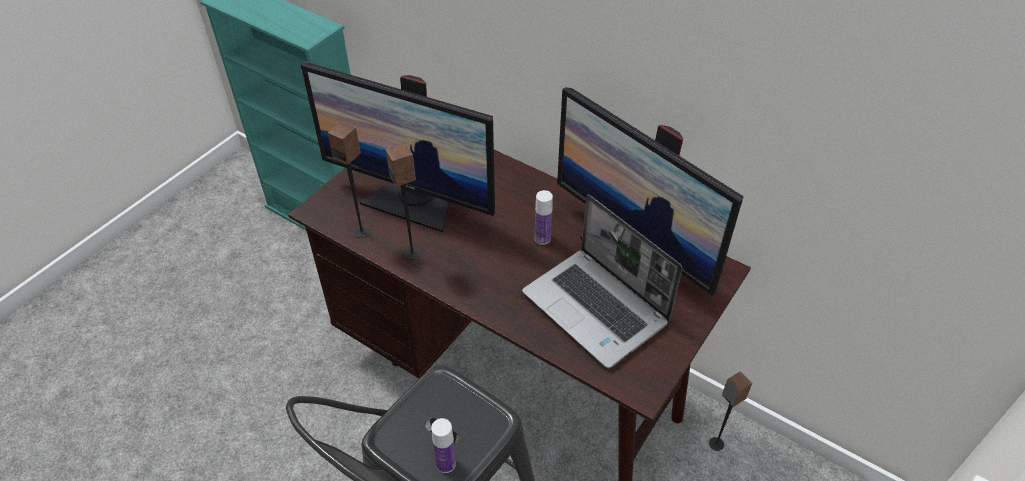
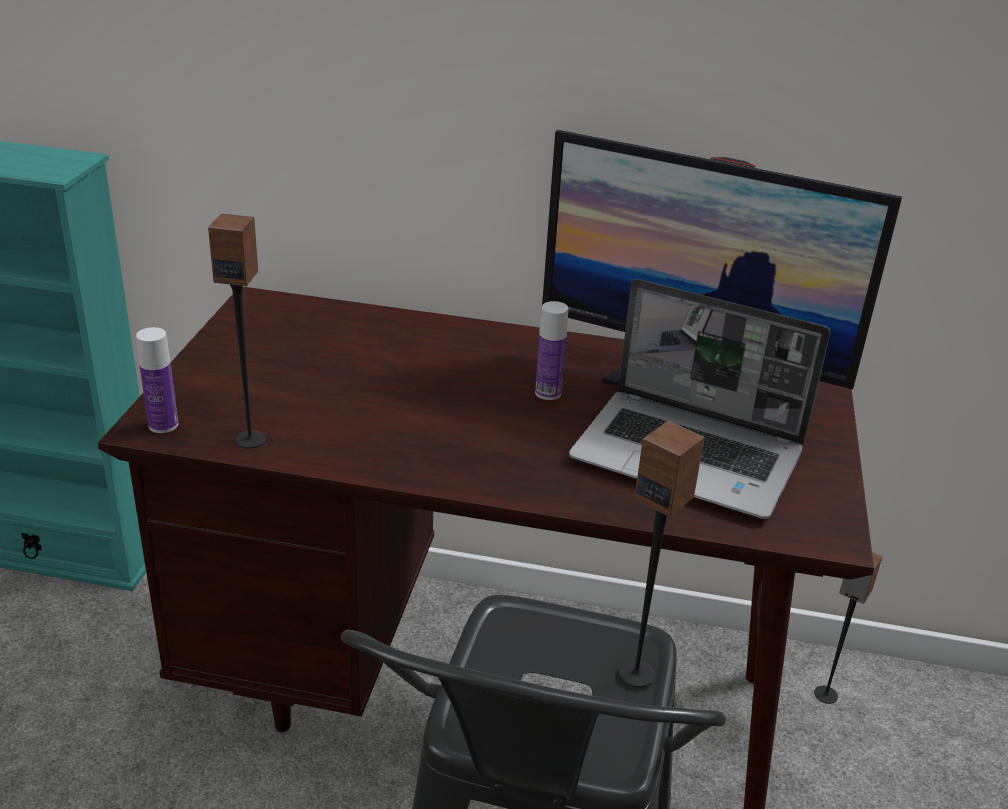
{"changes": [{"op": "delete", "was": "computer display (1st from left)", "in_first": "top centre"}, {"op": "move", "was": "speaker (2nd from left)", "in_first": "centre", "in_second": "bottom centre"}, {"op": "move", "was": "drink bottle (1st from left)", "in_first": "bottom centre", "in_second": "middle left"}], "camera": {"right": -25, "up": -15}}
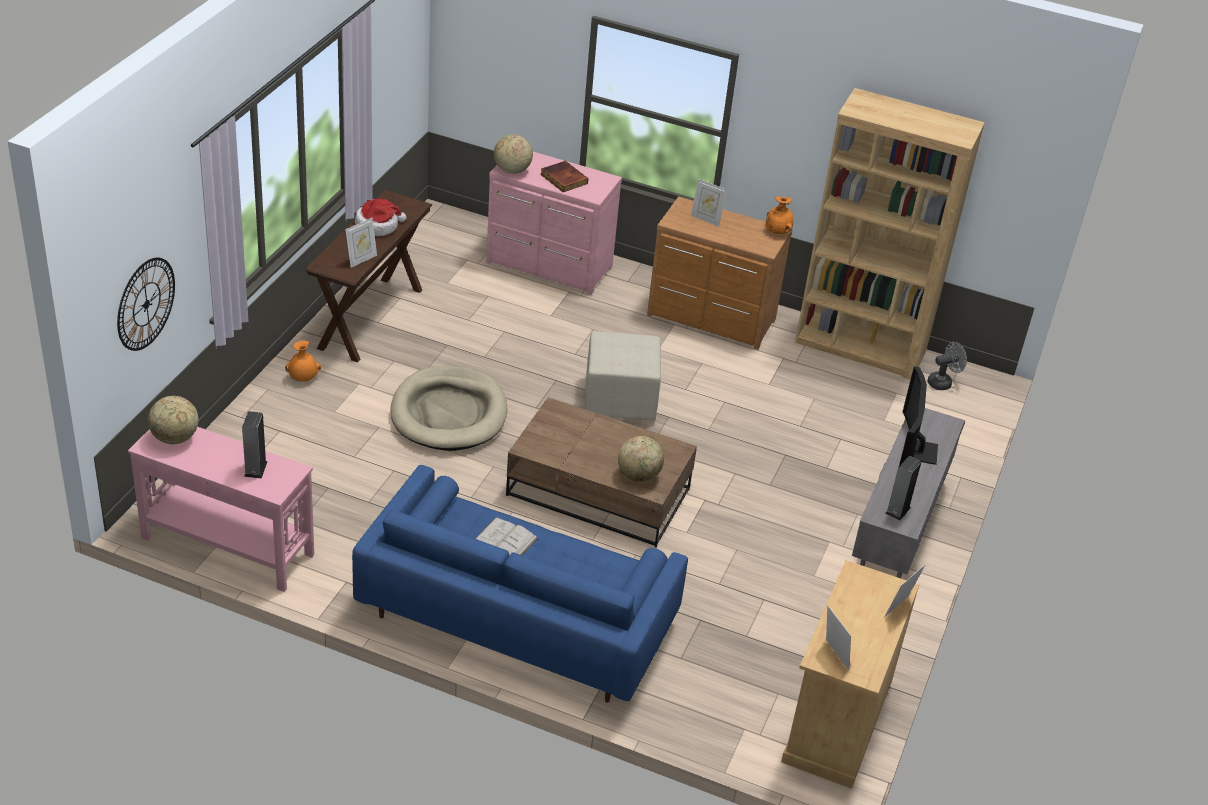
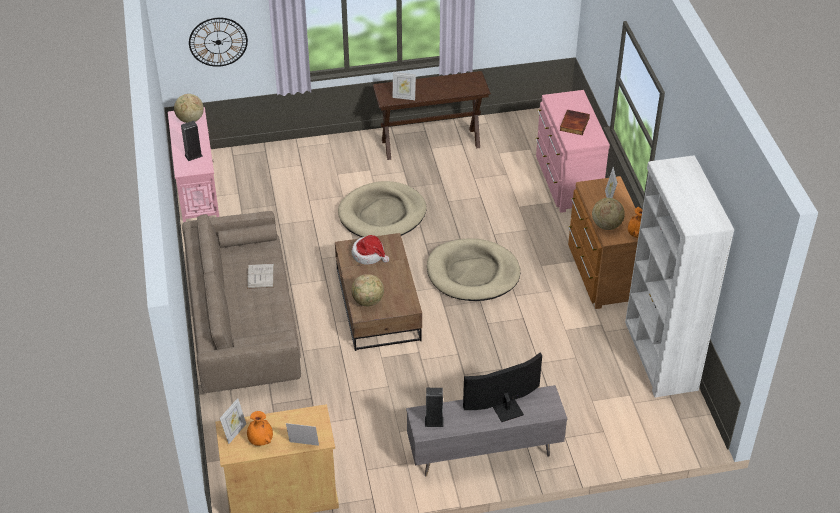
{"changes": [{"op": "recolor", "was": "bookcase/brown-coloured", "now": "bookcase/whitish", "in_first": "top right", "in_second": "middle right"}, {"op": "move", "was": "globe (2nd from left in the first image)", "now": "globe (3rd from left)", "in_first": "top centre", "in_second": "middle right"}, {"op": "move", "was": "hat", "in_first": "top left", "in_second": "centre"}, {"op": "replace", "was": "ottoman/beige-coloured", "now": "dog bed/beige-coloured (2nd from left)", "in_first": "centre", "in_second": "centre"}, {"op": "move", "was": "decorative vase/orange-coloured (1st from left)", "in_first": "middle left", "in_second": "bottom left"}, {"op": "delete", "was": "fan/gray", "in_first": "middle right"}, {"op": "recolor", "was": "couch/blue", "now": "couch/beige-coloured", "in_first": "bottom centre", "in_second": "middle left"}], "camera": {"right": 60, "up": 5}}
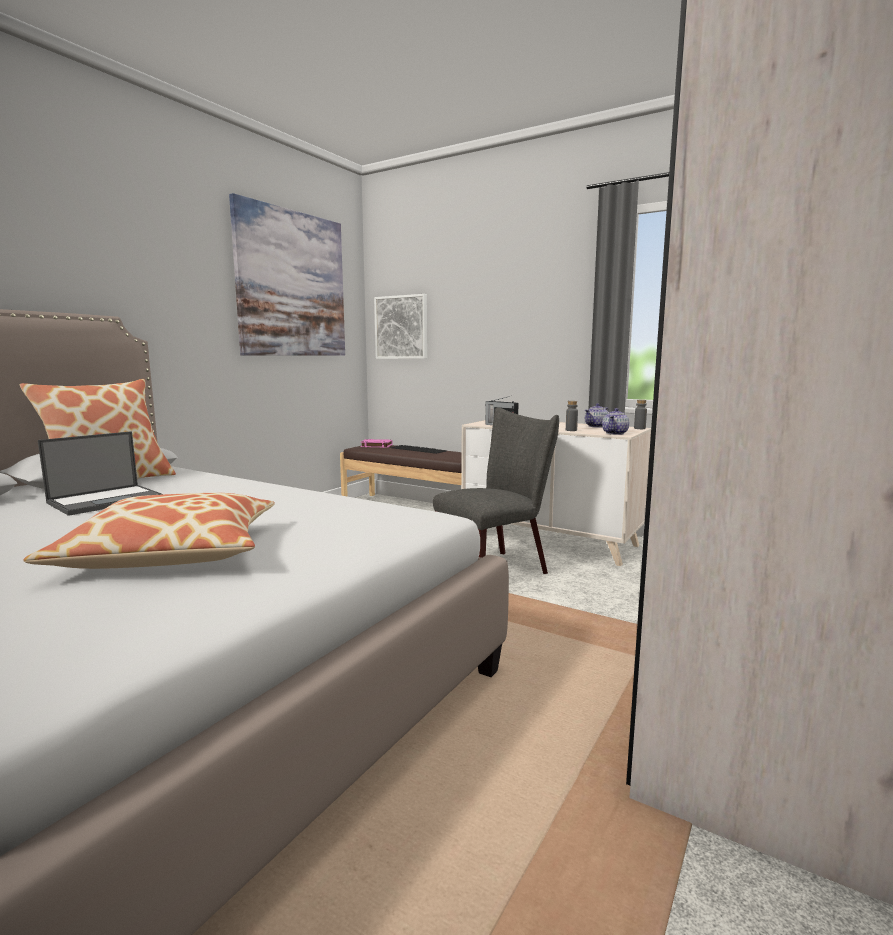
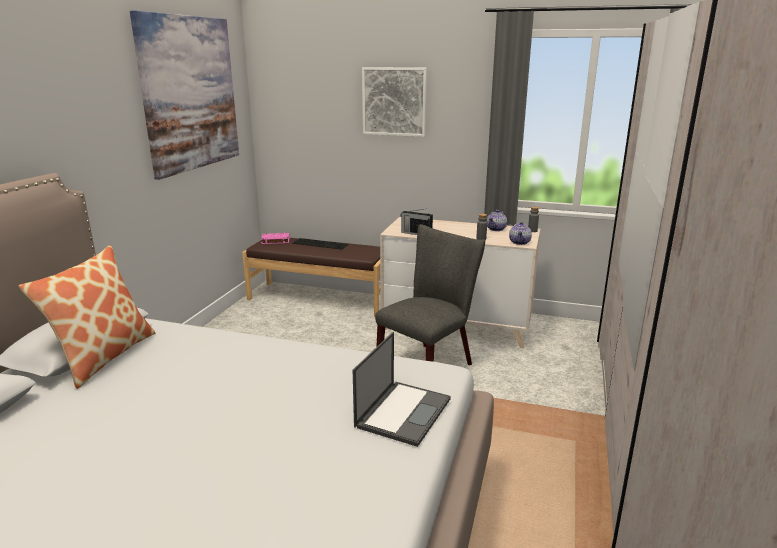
{"changes": [{"op": "move", "was": "picture (2nd from left)", "in_first": "centre", "in_second": "top centre"}, {"op": "move", "was": "laptop", "in_first": "middle left", "in_second": "bottom centre"}, {"op": "delete", "was": "pillow (2nd from left)", "in_first": "middle left"}], "camera": {"right": -15, "up": 10}}
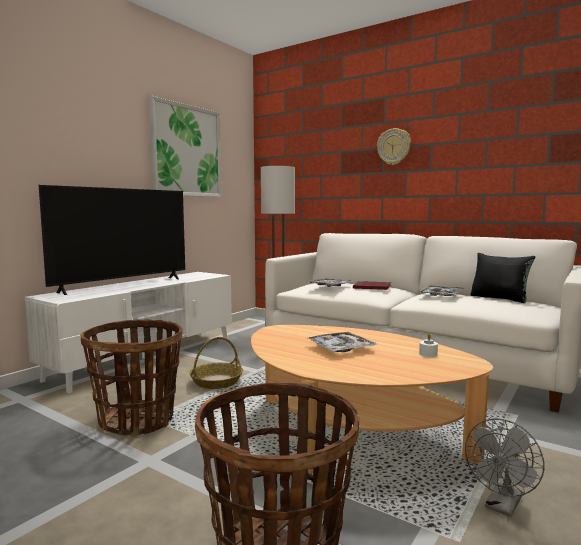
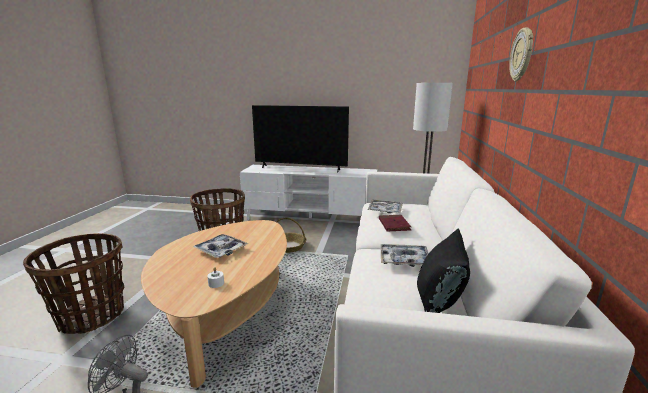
{"changes": [{"op": "delete", "was": "picture", "in_first": "top left"}], "camera": {"right": 65, "up": 10}}
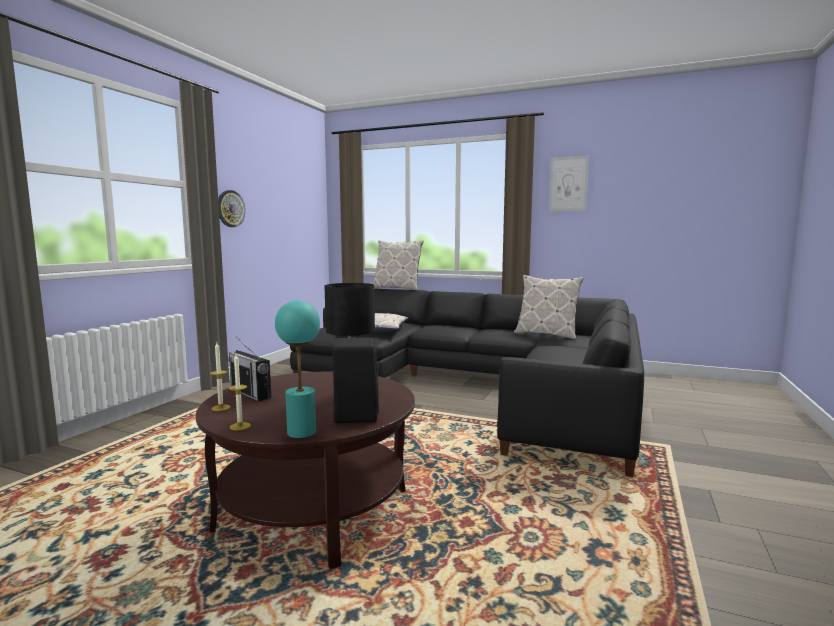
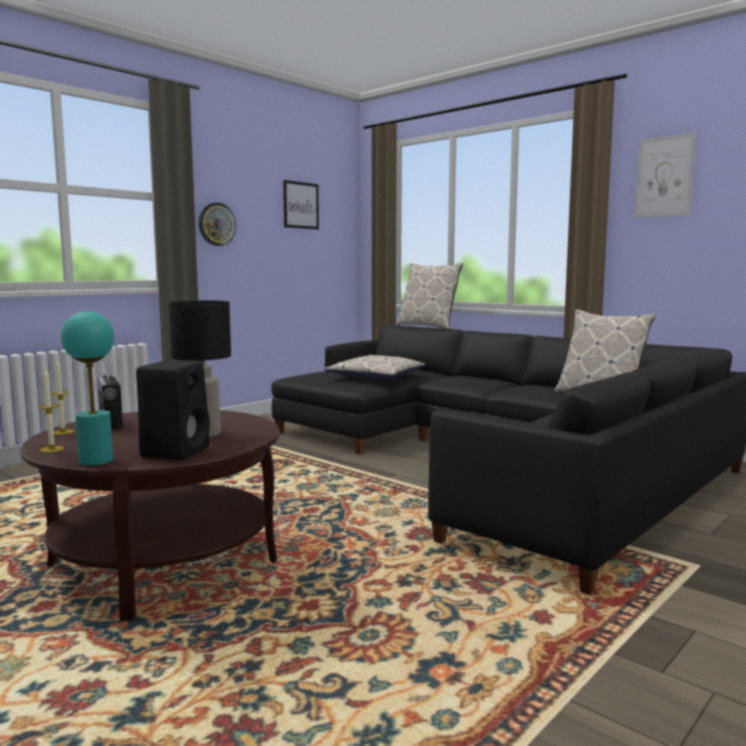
{"changes": [{"op": "insert", "now": "picture (1st from left)", "in_second": "top centre"}], "camera": {"right": 20, "up": 0}}
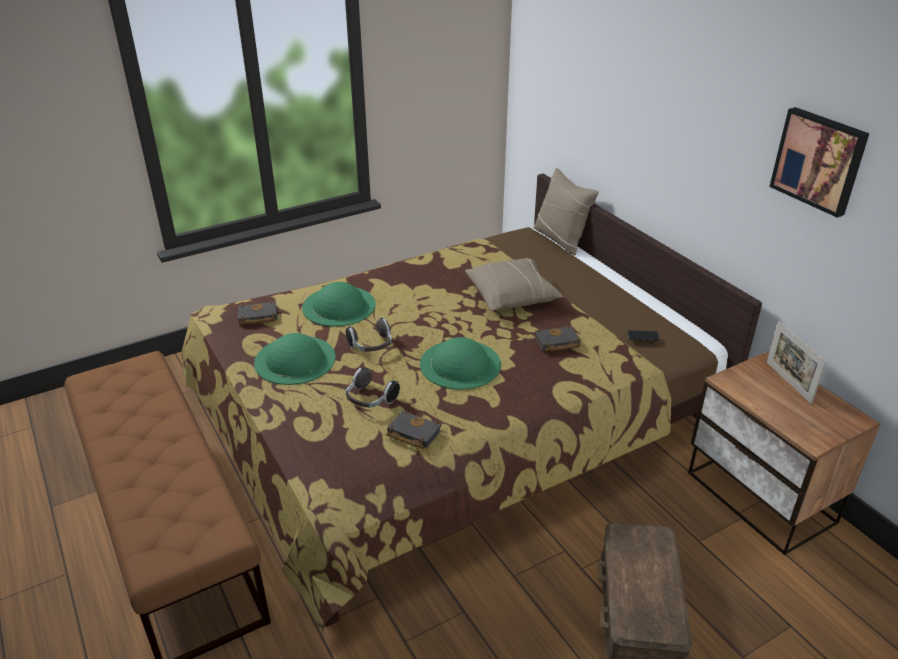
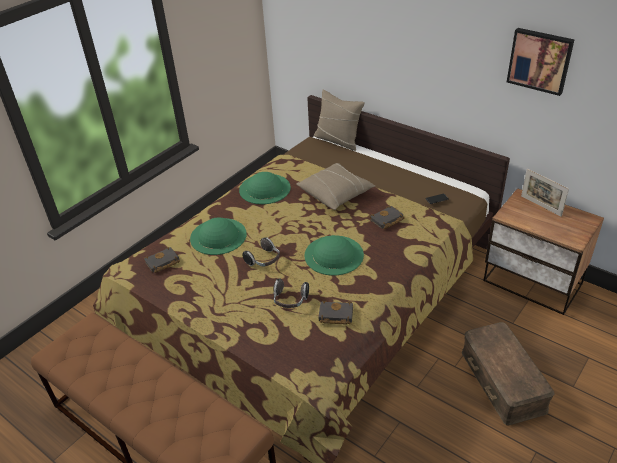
{"changes": [{"op": "move", "was": "hat/greenish (1st from left in the first image)", "now": "hat/greenish (2nd from left)", "in_first": "middle left", "in_second": "centre"}], "camera": {"right": -20, "up": 5}}
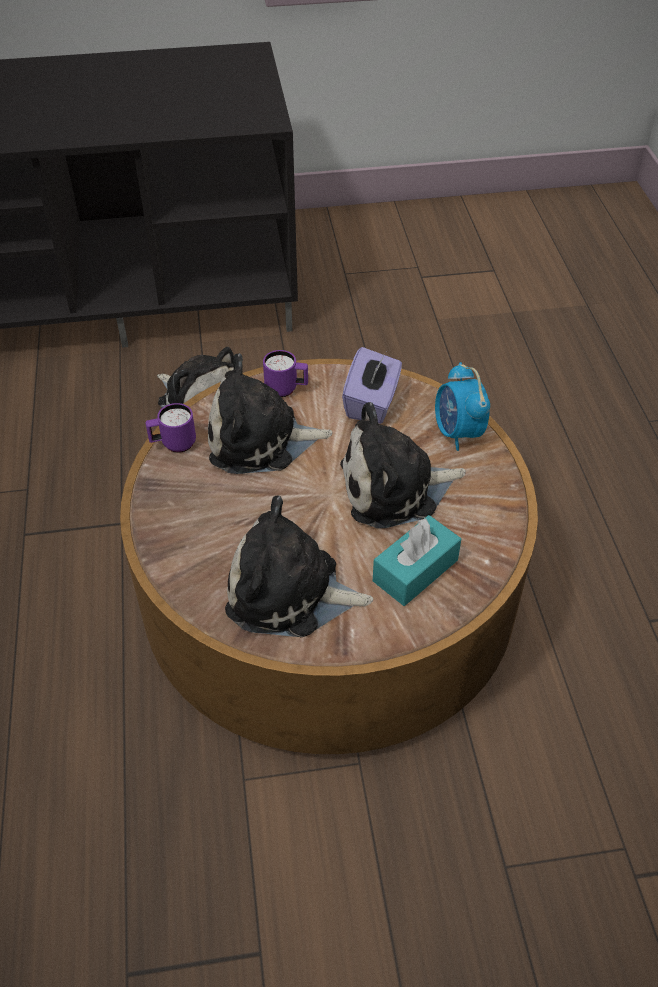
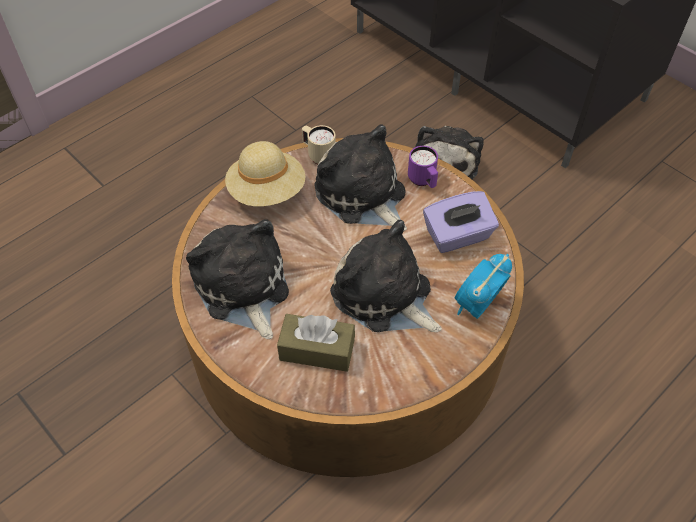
{"changes": [{"op": "recolor", "was": "coffee mug/purple-coloured (1st from left)", "now": "coffee mug/beige-coloured", "in_first": "middle left", "in_second": "top centre"}, {"op": "recolor", "was": "tissue box/turquoise-coloured", "now": "tissue box/brown-coloured", "in_first": "centre", "in_second": "centre"}, {"op": "insert", "now": "hat/beige-coloured", "in_second": "top centre"}], "camera": {"right": 55, "up": 5}}
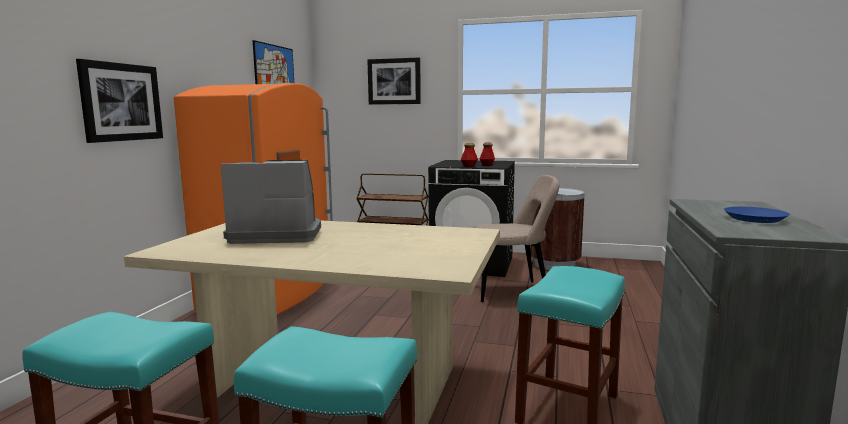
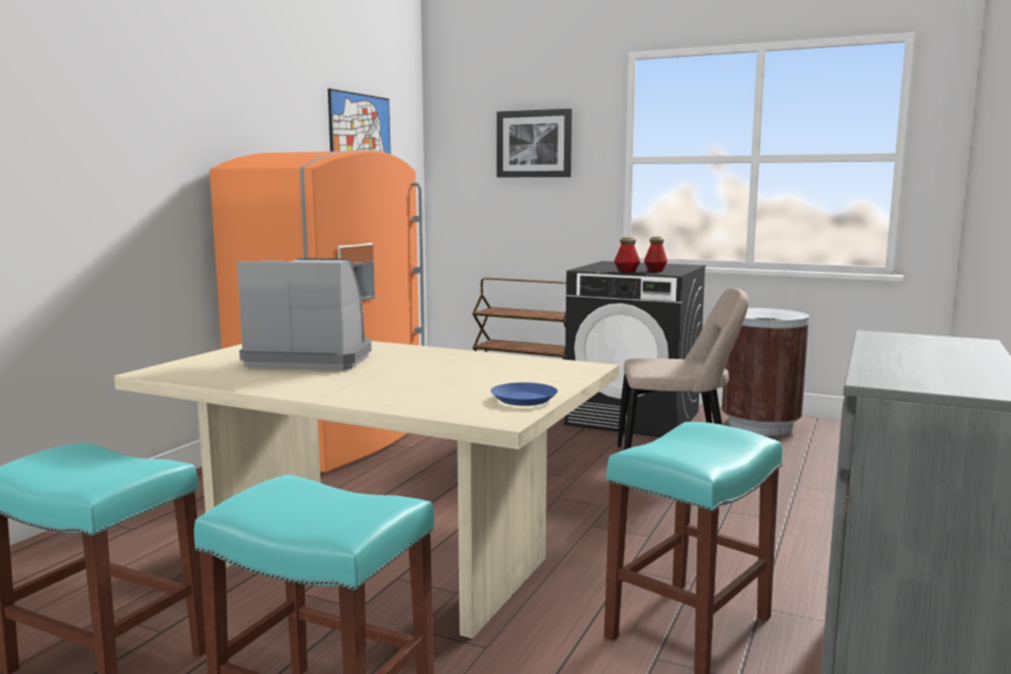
{"changes": [{"op": "delete", "was": "picture (1st from left)", "in_first": "top left"}, {"op": "move", "was": "dinner plate/blue", "in_first": "middle right", "in_second": "centre"}], "camera": {"right": 10, "up": 0}}
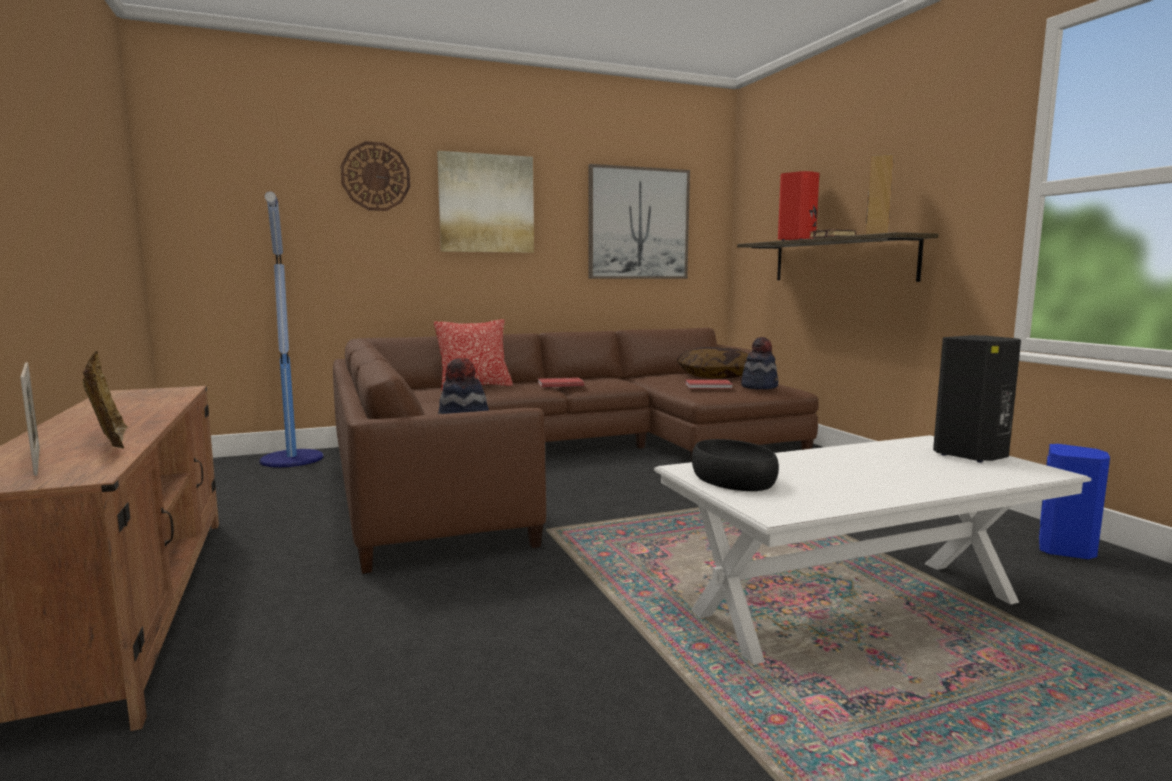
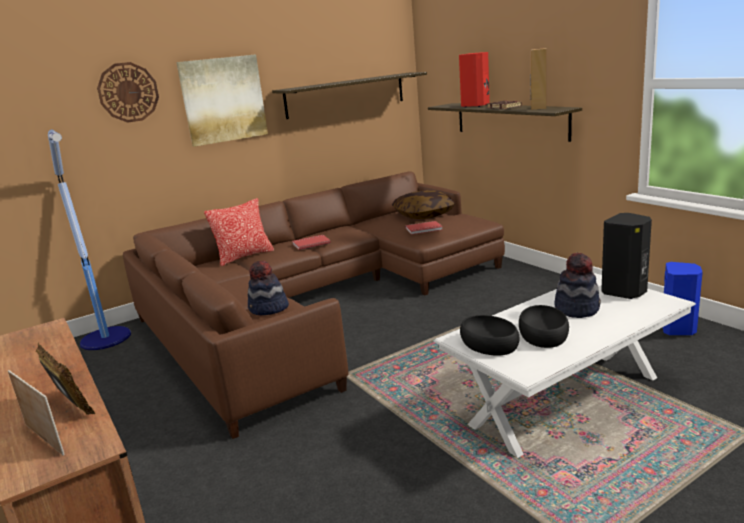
{"changes": [{"op": "replace", "was": "picture (2nd from left)", "now": "wall shelf (1st from left)", "in_first": "top centre", "in_second": "top centre"}, {"op": "move", "was": "hat (2nd from left)", "in_first": "centre", "in_second": "middle right"}, {"op": "insert", "now": "deep dish/black (2nd from left)", "in_second": "middle right"}], "camera": {"right": -10, "up": 10}}
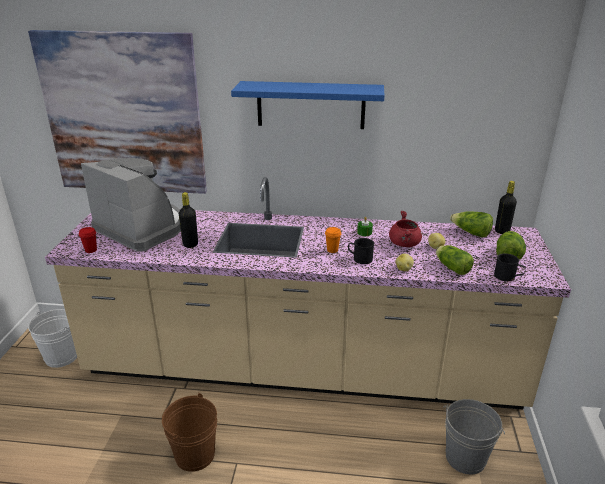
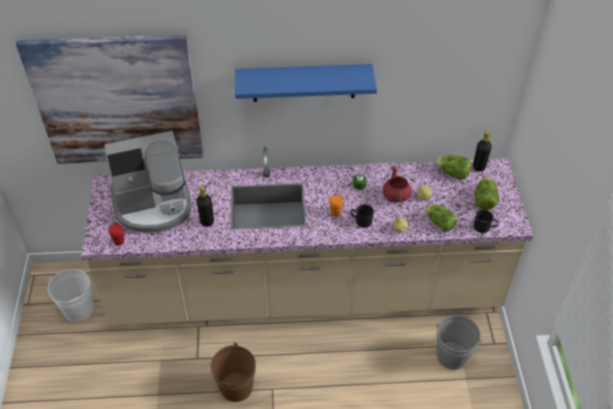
{"changes": [{"op": "rotate", "was": "coffee machine", "in_first": "middle left", "in_second": "middle left", "clockwise": 135}], "camera": {"right": -10, "up": 20}}
